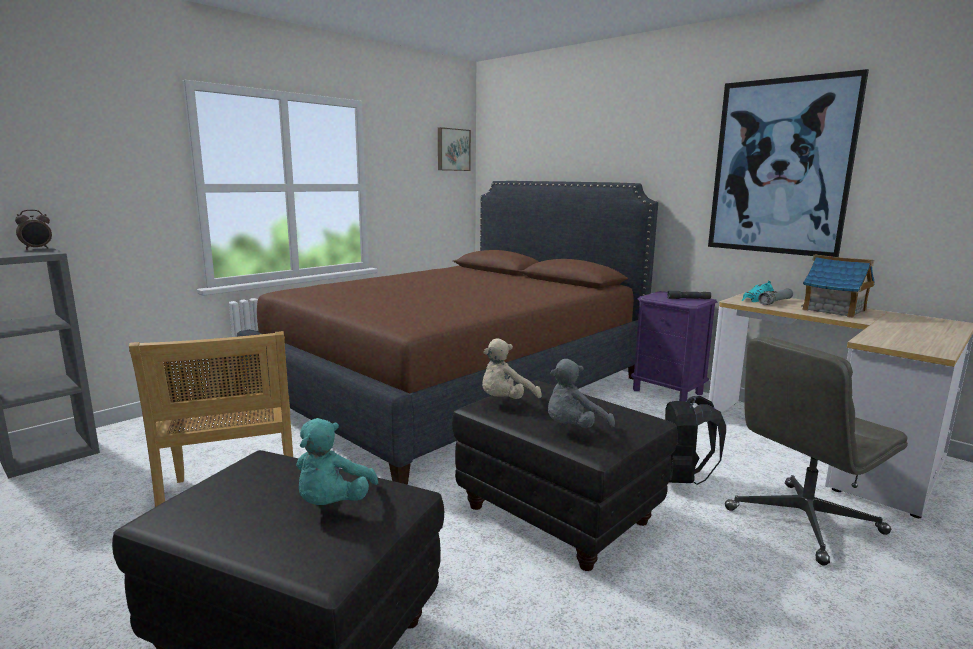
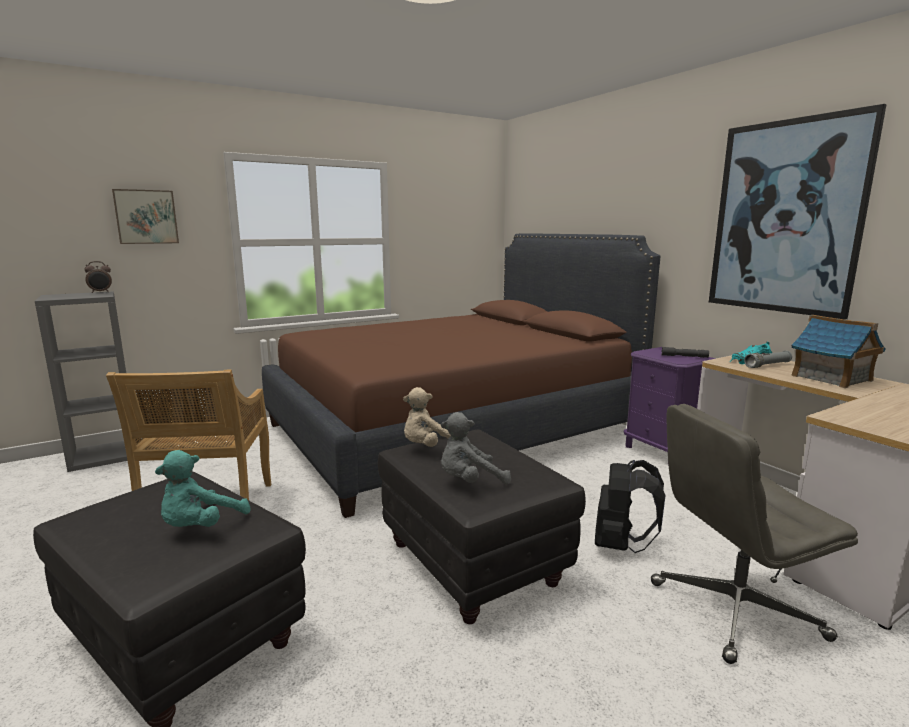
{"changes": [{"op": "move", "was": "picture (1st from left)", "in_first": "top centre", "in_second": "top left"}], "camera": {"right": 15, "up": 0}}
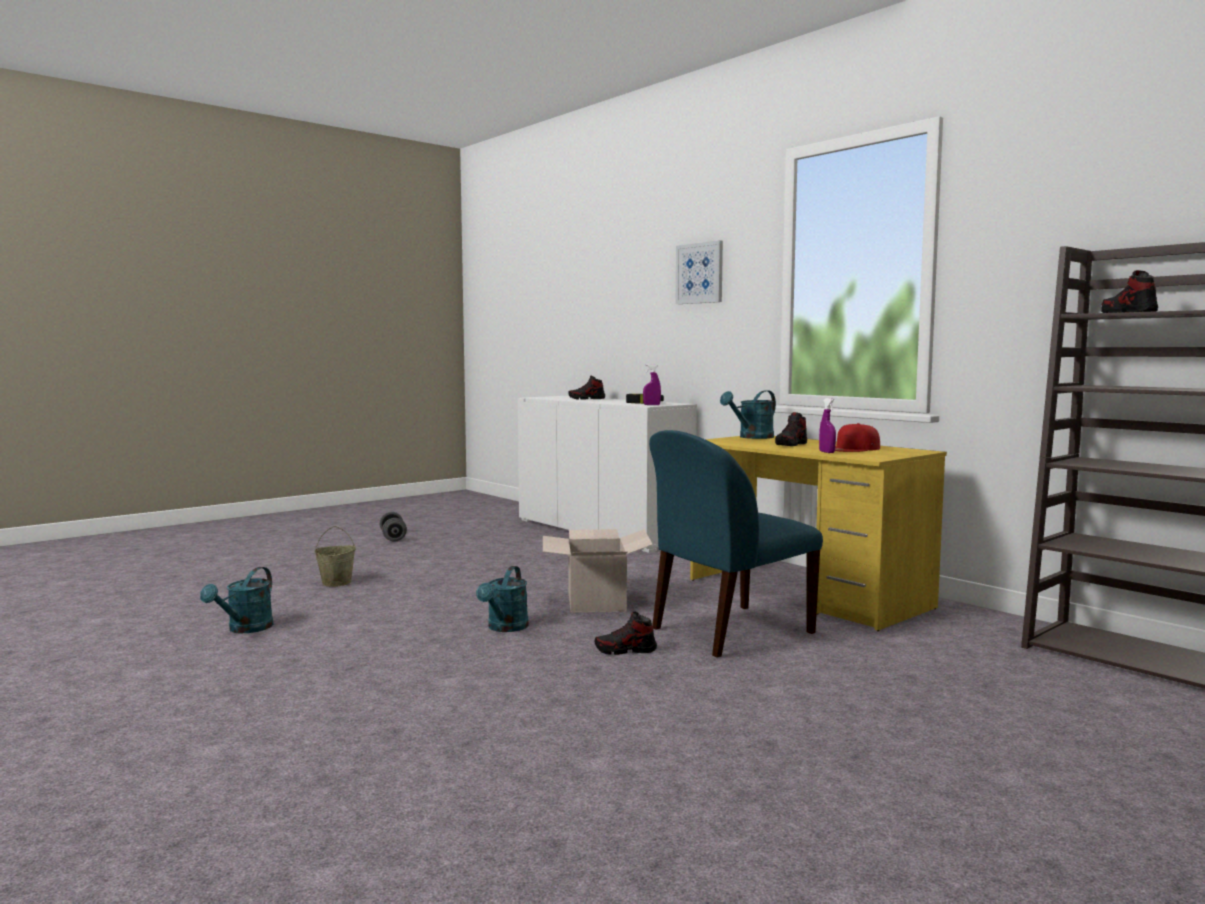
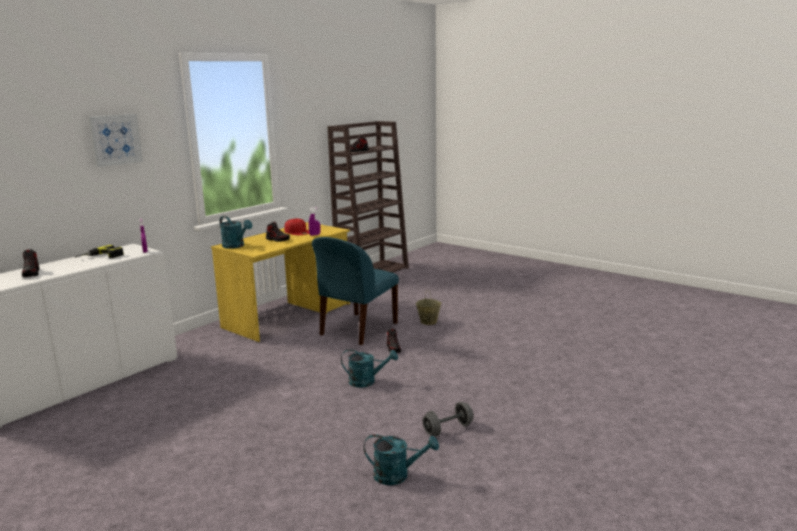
{"changes": [{"op": "rotate", "was": "plain chair/blue", "in_first": "centre", "in_second": "centre", "clockwise": 75}, {"op": "move", "was": "free weight/gray", "in_first": "middle left", "in_second": "bottom centre"}, {"op": "move", "was": "bucket/beige-coloured", "in_first": "middle left", "in_second": "centre"}, {"op": "delete", "was": "cardboard box", "in_first": "centre"}], "camera": {"right": -100, "up": 10}}
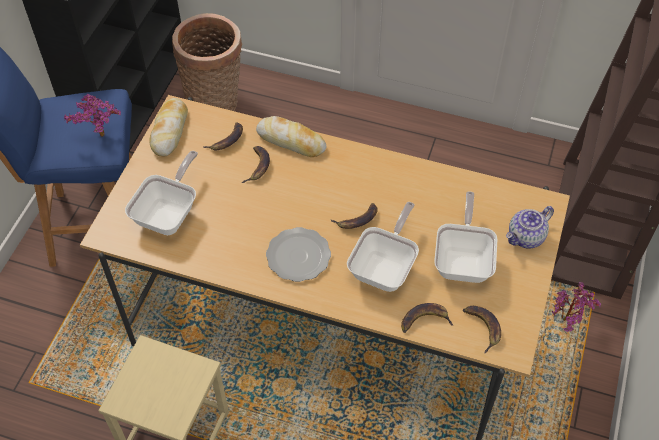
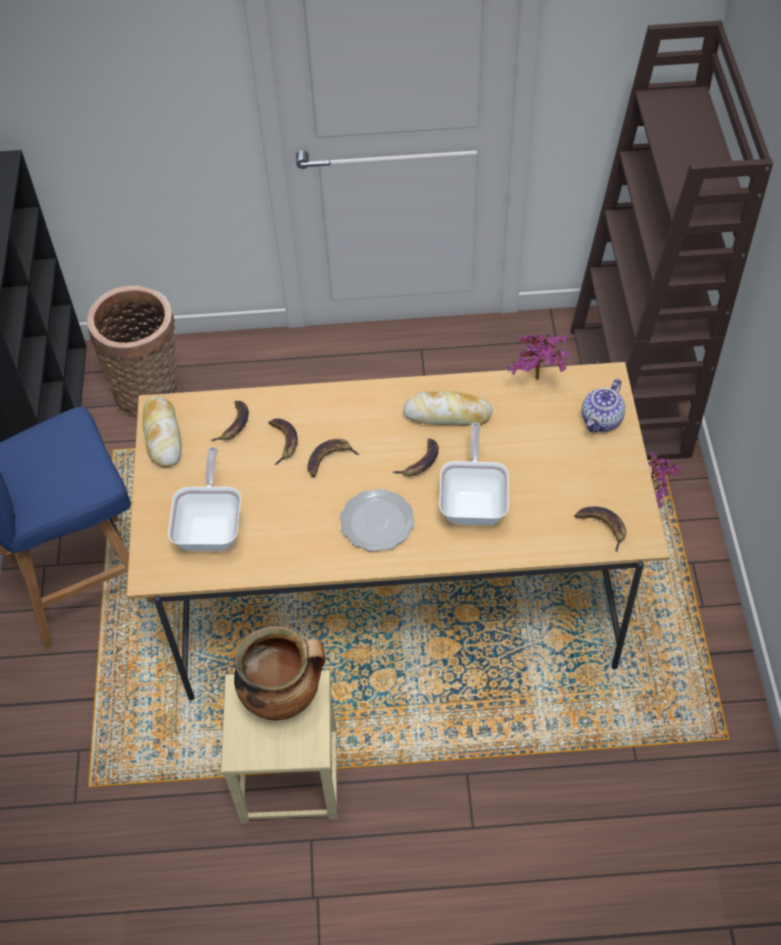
{"changes": [{"op": "move", "was": "houseplant (1st from left)", "in_first": "top left", "in_second": "middle right"}, {"op": "move", "was": "baked bread (2nd from left)", "in_first": "top centre", "in_second": "centre"}, {"op": "delete", "was": "frying pan (3rd from left)", "in_first": "middle right"}, {"op": "move", "was": "banana fruit (4th from left in the first image)", "now": "banana fruit (3rd from left)", "in_first": "bottom centre", "in_second": "centre"}, {"op": "insert", "now": "stockpot", "in_second": "bottom centre"}], "camera": {"right": -20, "up": 0}}
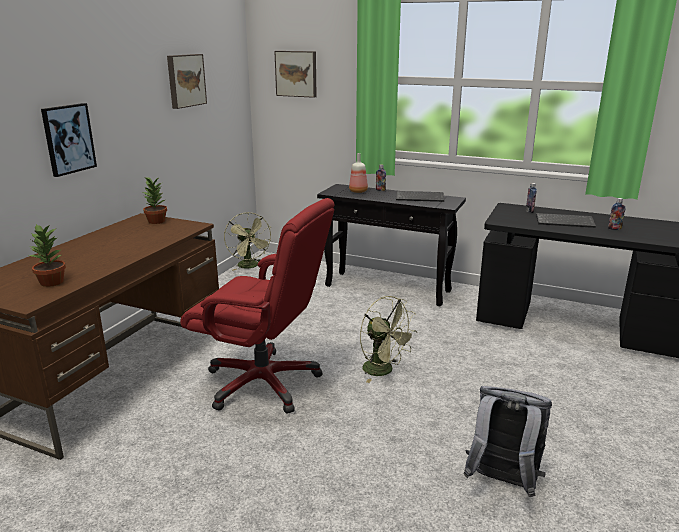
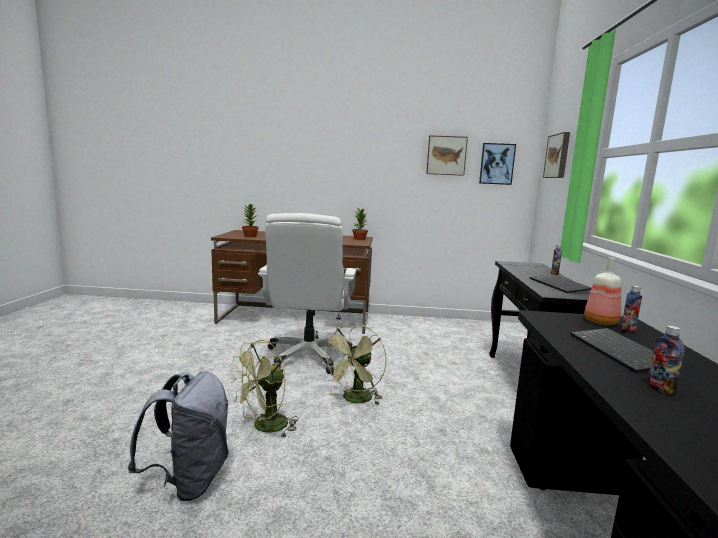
{"changes": [{"op": "move", "was": "picture (1st from left in the first image)", "now": "picture (2nd from left)", "in_first": "top left", "in_second": "top right"}, {"op": "move", "was": "drink bottle (1st from left in the first image)", "now": "drink bottle (2nd from left)", "in_first": "top centre", "in_second": "middle right"}, {"op": "recolor", "was": "computer chair/reddish", "now": "computer chair/whitish", "in_first": "centre", "in_second": "centre"}, {"op": "move", "was": "fan/greenish (1st from left)", "in_first": "centre", "in_second": "bottom centre"}], "camera": {"right": 70, "up": -10}}
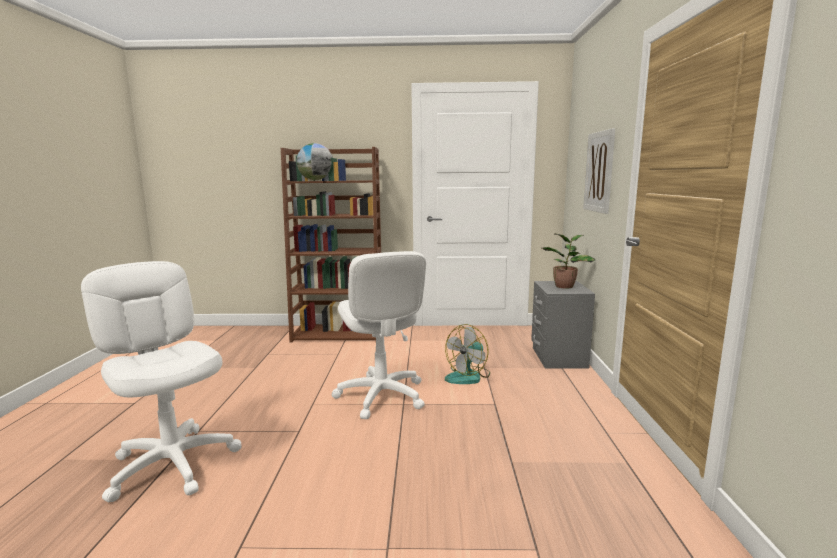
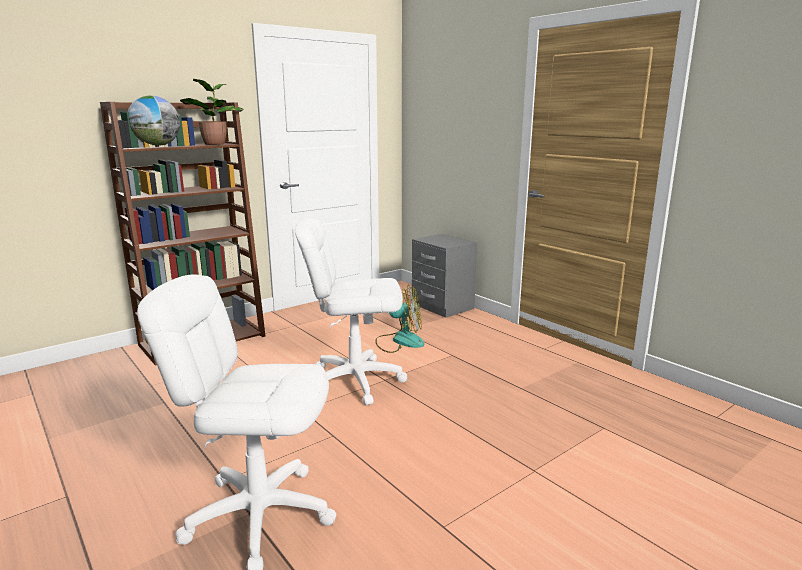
{"changes": [{"op": "delete", "was": "picture", "in_first": "top right"}, {"op": "move", "was": "houseplant", "in_first": "middle right", "in_second": "top left"}, {"op": "rotate", "was": "computer chair/whitish (2nd from left)", "in_first": "centre", "in_second": "centre", "clockwise": 150}, {"op": "rotate", "was": "fan", "in_first": "centre", "in_second": "centre", "clockwise": -90}], "camera": {"right": -40, "up": 5}}
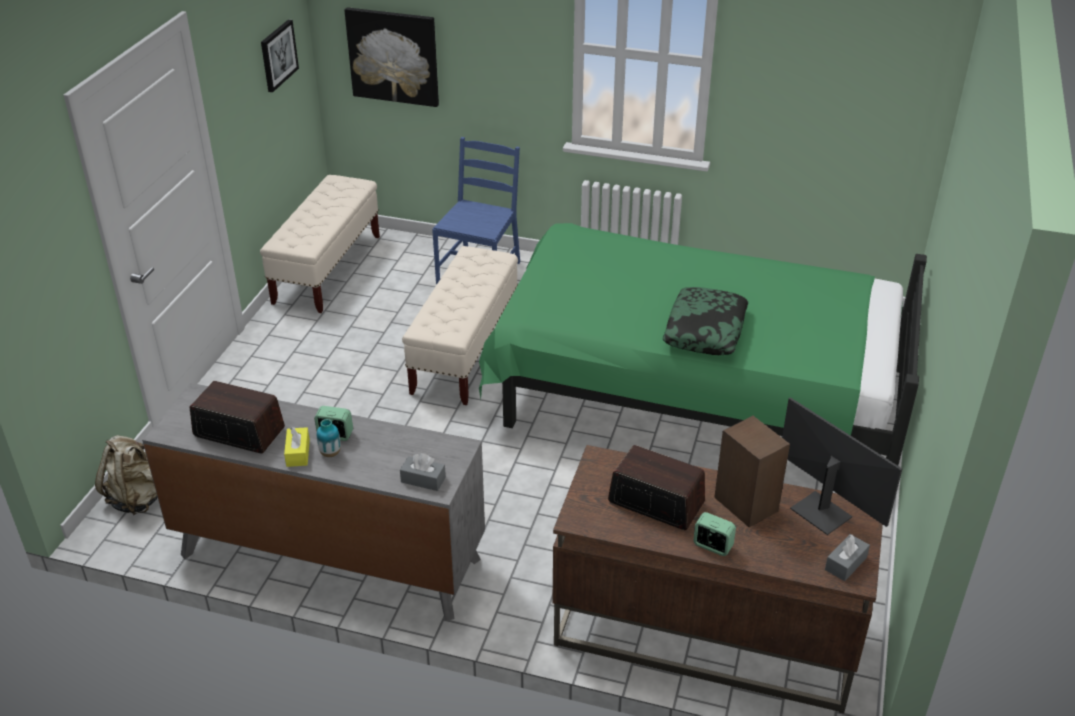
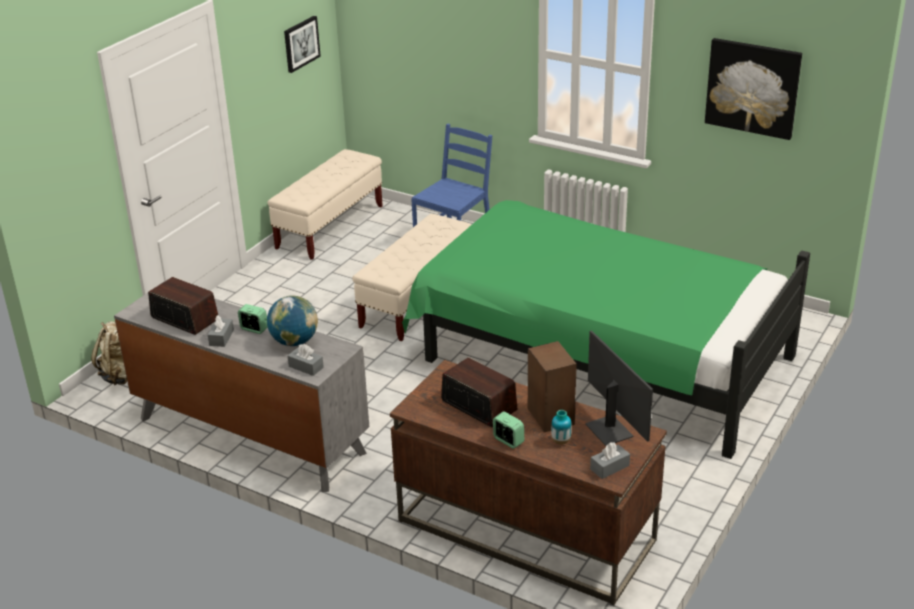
{"changes": [{"op": "move", "was": "picture (2nd from left)", "in_first": "top centre", "in_second": "top right"}, {"op": "delete", "was": "pillow", "in_first": "centre"}, {"op": "move", "was": "decorative vase", "in_first": "middle left", "in_second": "bottom centre"}, {"op": "recolor", "was": "tissue box/yellow-coloured", "now": "tissue box/gray (1st from left)", "in_first": "middle left", "in_second": "middle left"}, {"op": "insert", "now": "globe", "in_second": "middle left"}], "camera": {"right": 15, "up": -5}}
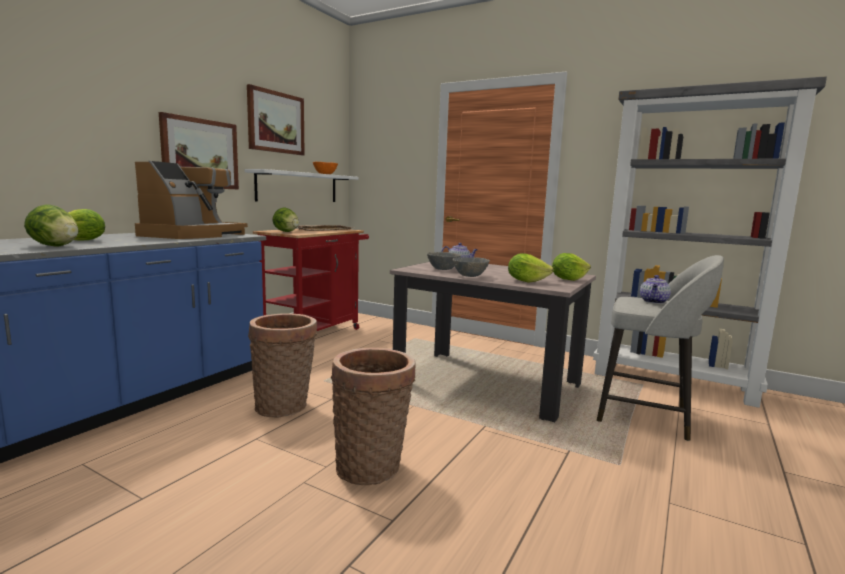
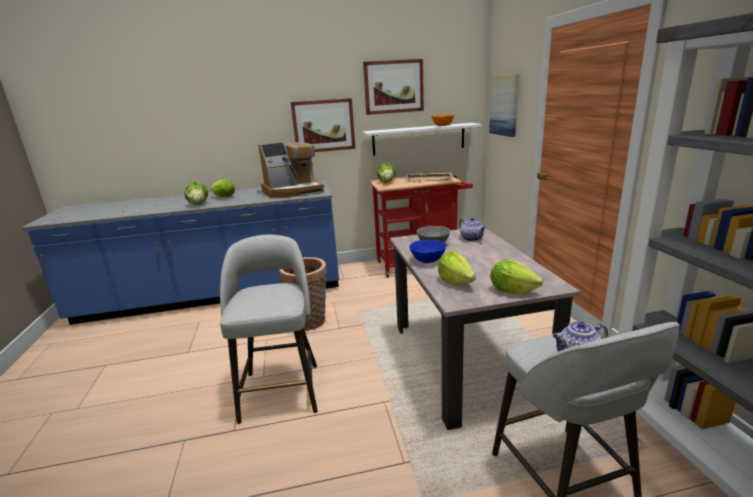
{"changes": [{"op": "recolor", "was": "deep dish/gray (2nd from left)", "now": "deep dish/blue", "in_first": "centre", "in_second": "centre"}, {"op": "replace", "was": "basket (2nd from left)", "now": "sitting stool/gray (1st from left)", "in_first": "bottom centre", "in_second": "centre"}, {"op": "insert", "now": "picture (3rd from left)", "in_second": "top right"}], "camera": {"right": 50, "up": 10}}
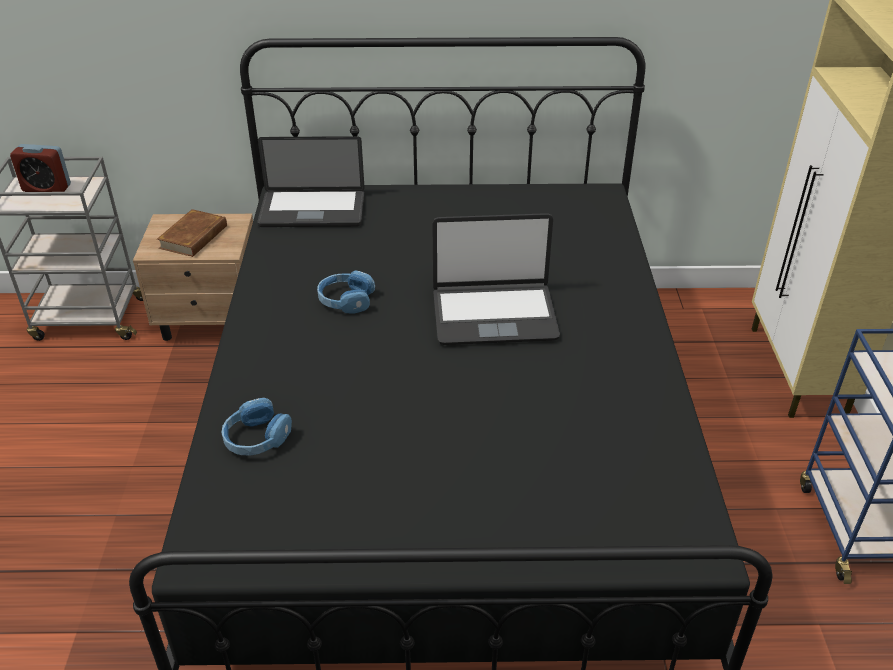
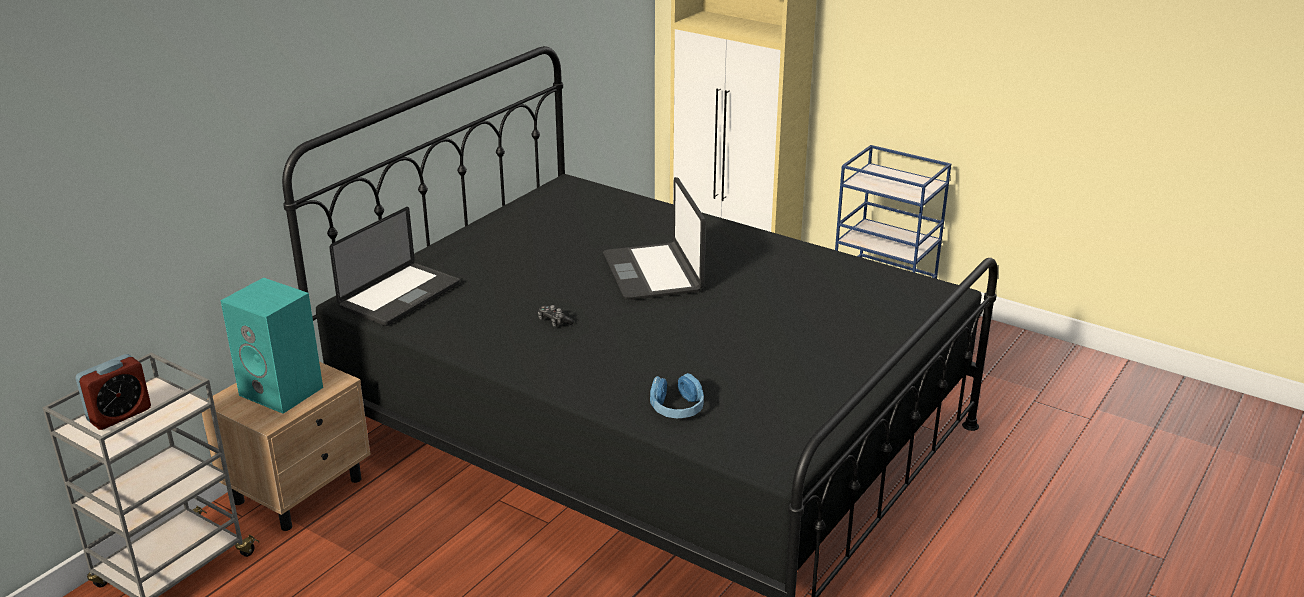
{"changes": [{"op": "replace", "was": "book/brown-coloured", "now": "speaker/turquoise-coloured", "in_first": "middle left", "in_second": "middle left"}, {"op": "rotate", "was": "laptop (2nd from left)", "in_first": "centre", "in_second": "centre", "clockwise": 135}, {"op": "replace", "was": "headphones/blue (2nd from left)", "now": "joypad", "in_first": "centre", "in_second": "centre"}], "camera": {"right": -55, "up": -10}}
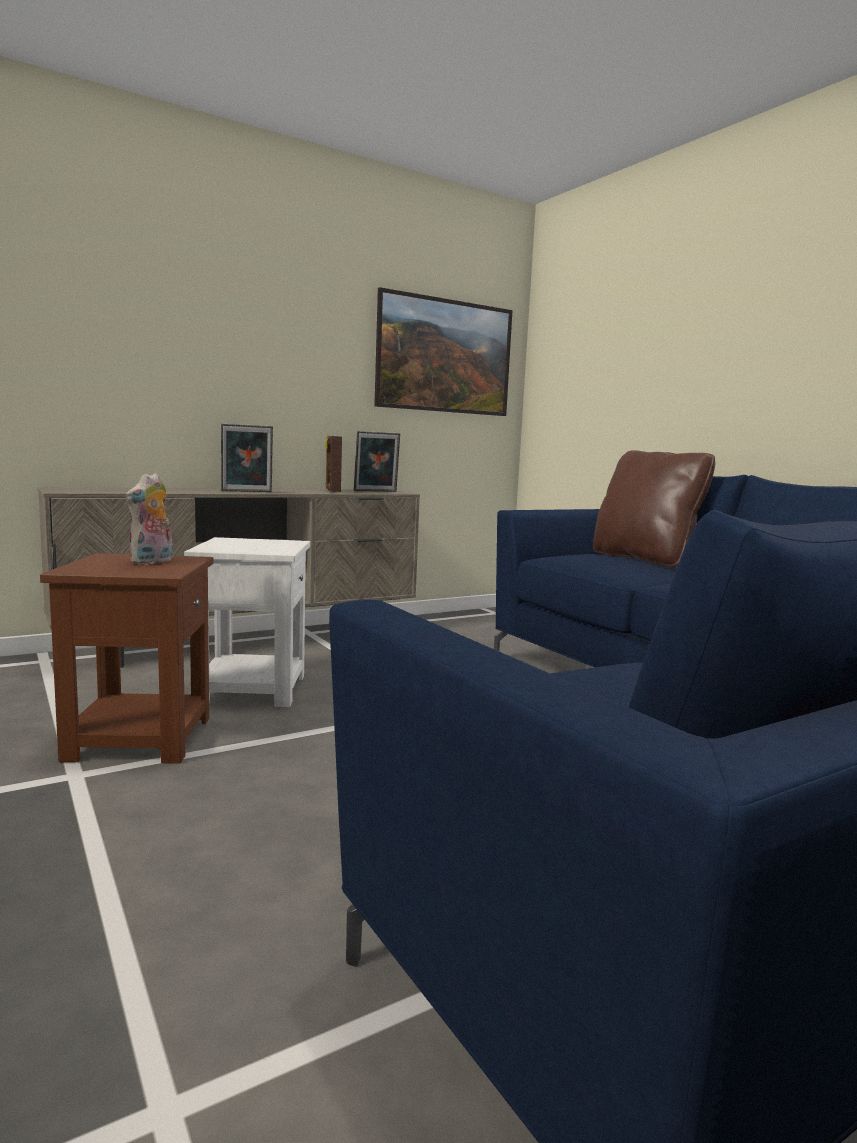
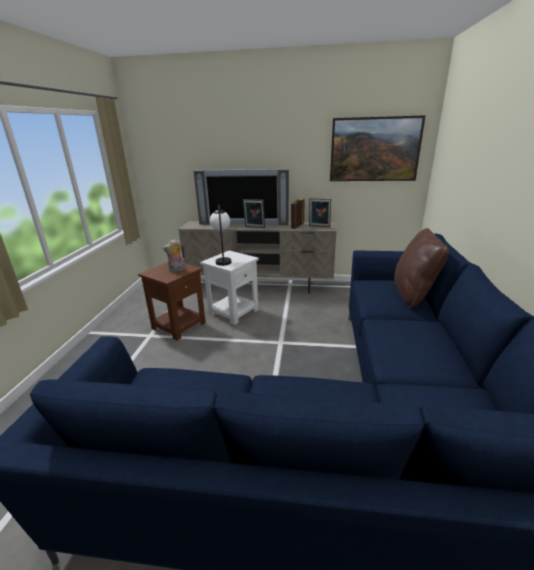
{"changes": [{"op": "insert", "now": "television", "in_second": "centre"}, {"op": "insert", "now": "tabletop lamp", "in_second": "centre"}], "camera": {"right": 40, "up": 15}}
